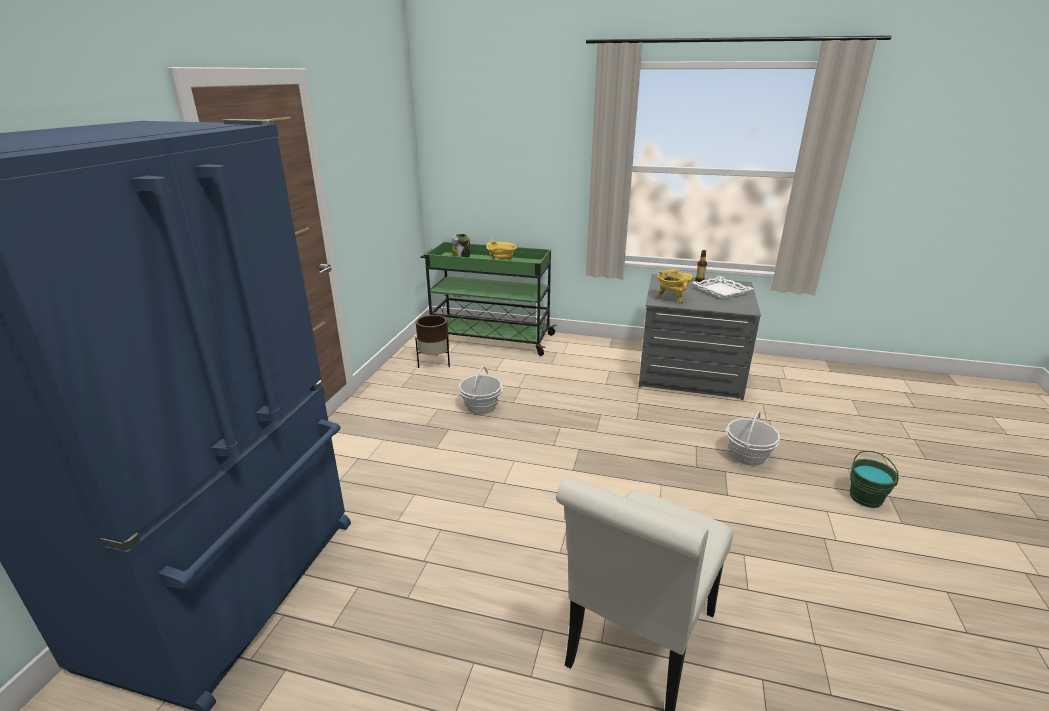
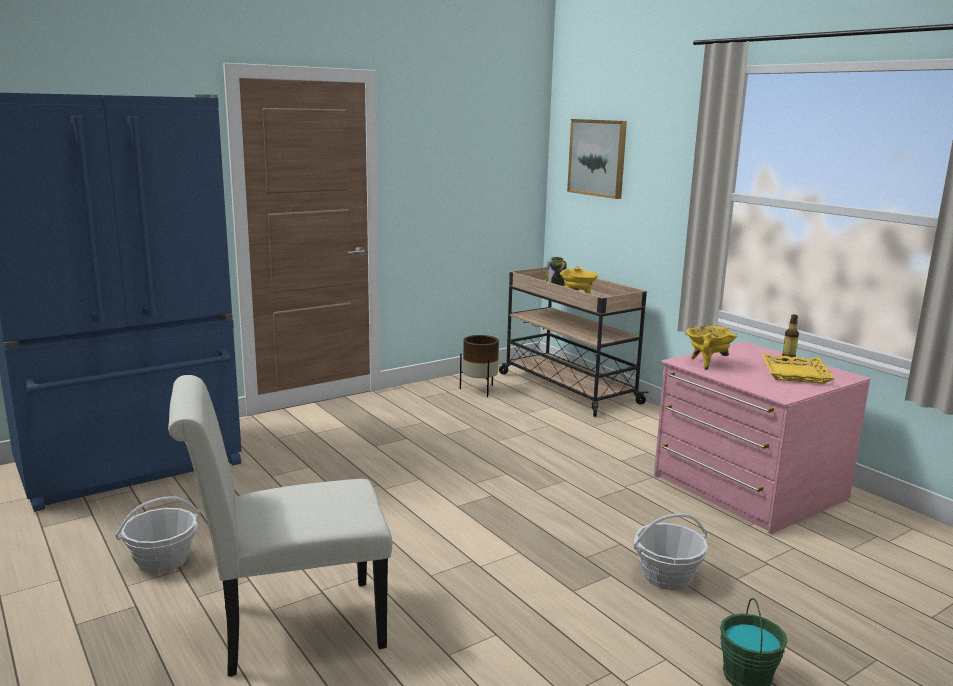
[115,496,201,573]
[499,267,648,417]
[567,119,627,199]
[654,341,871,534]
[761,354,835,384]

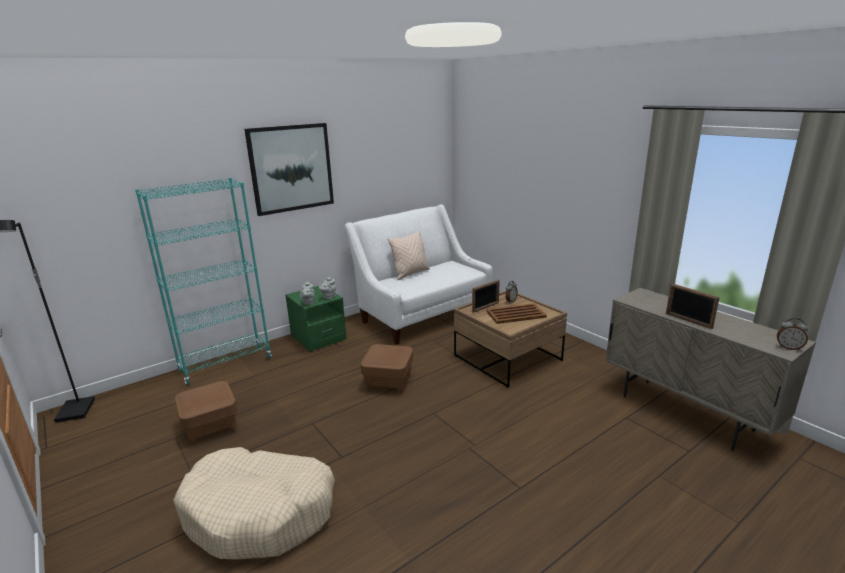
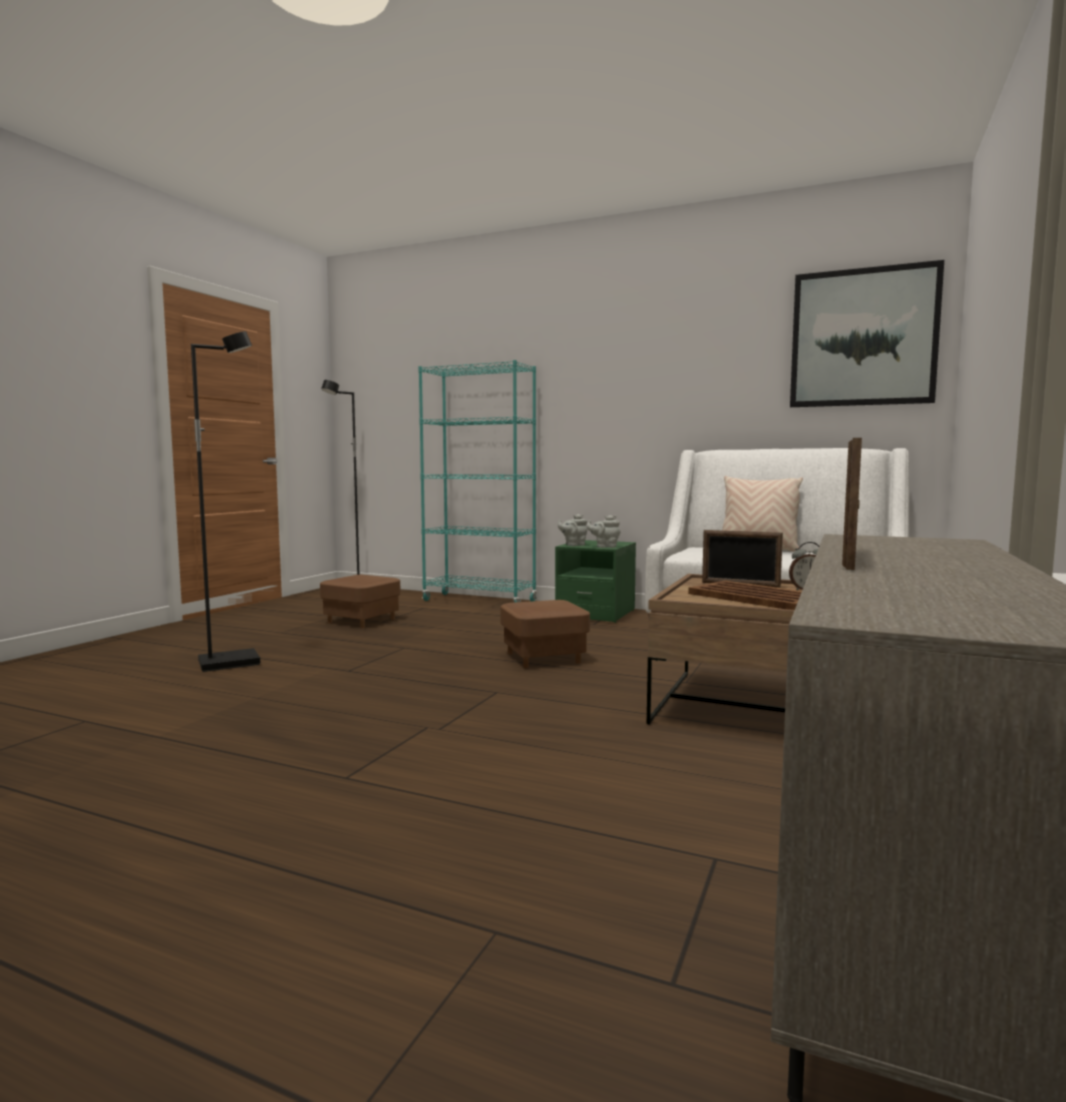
[191,331,260,672]
[790,260,944,407]
[777,318,809,351] (first image)

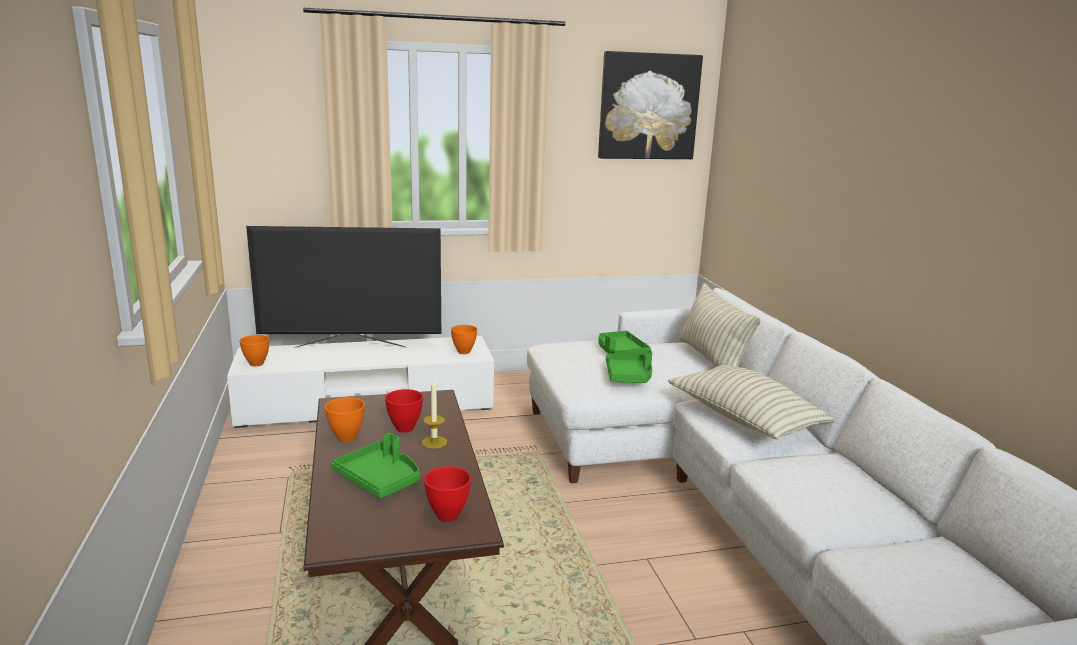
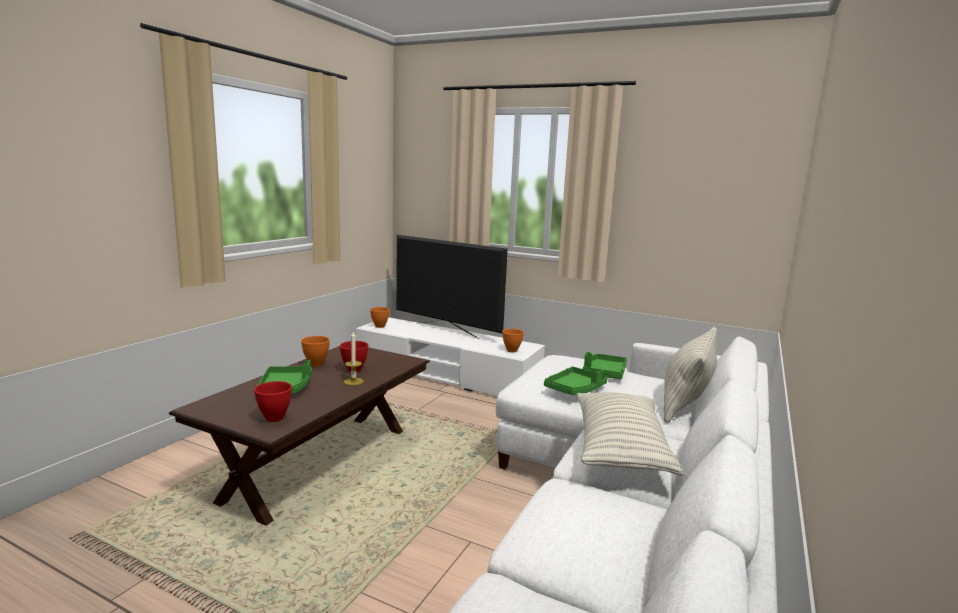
[598,51,703,159] (first image)

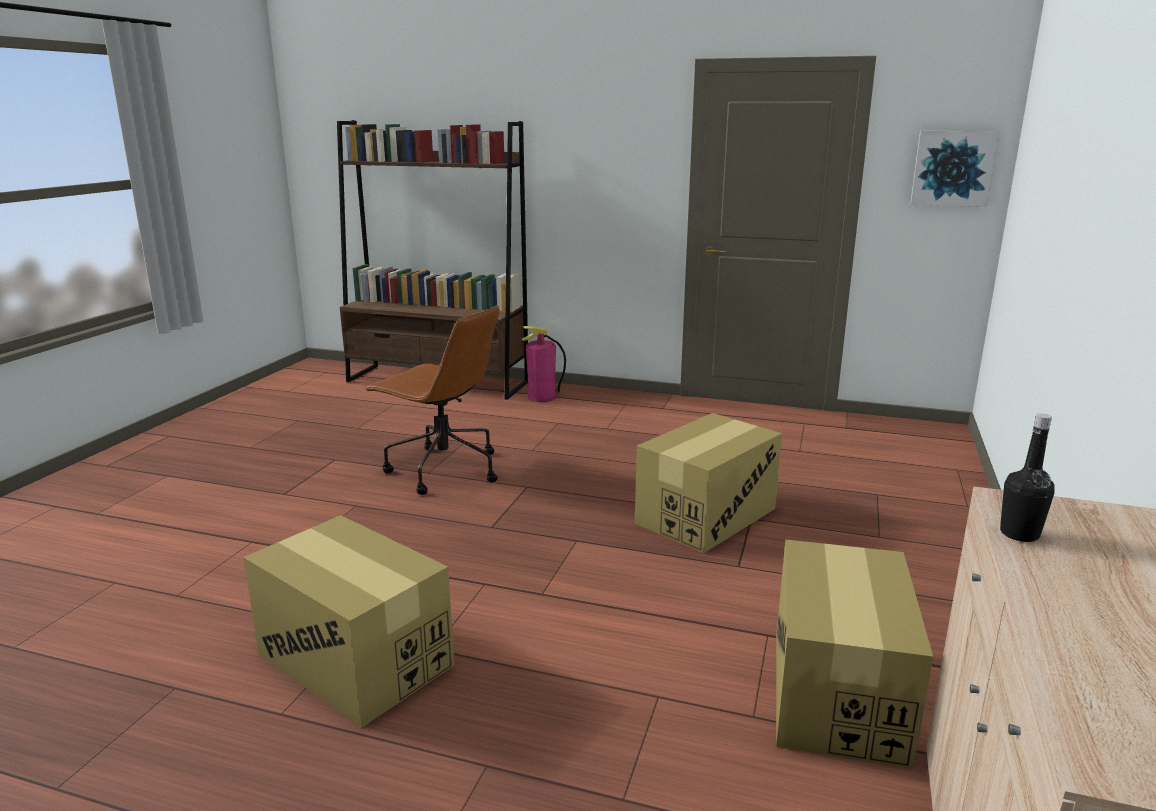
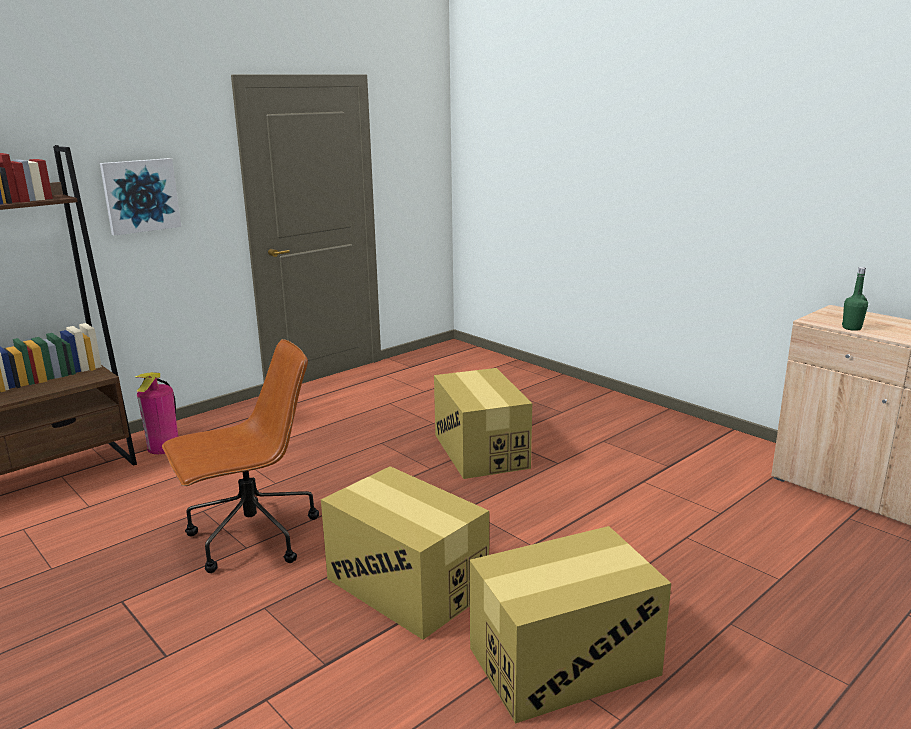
[100,158,181,236]
[321,466,489,640]
[842,267,868,331]

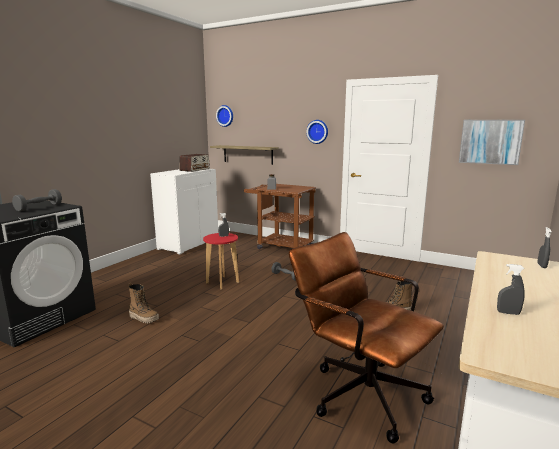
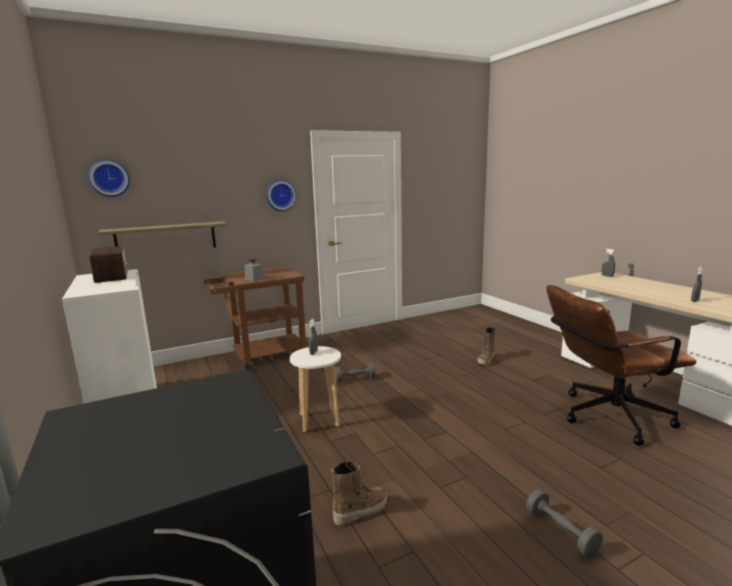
[290,346,341,432]
[526,489,603,557]
[459,120,525,165] (first image)

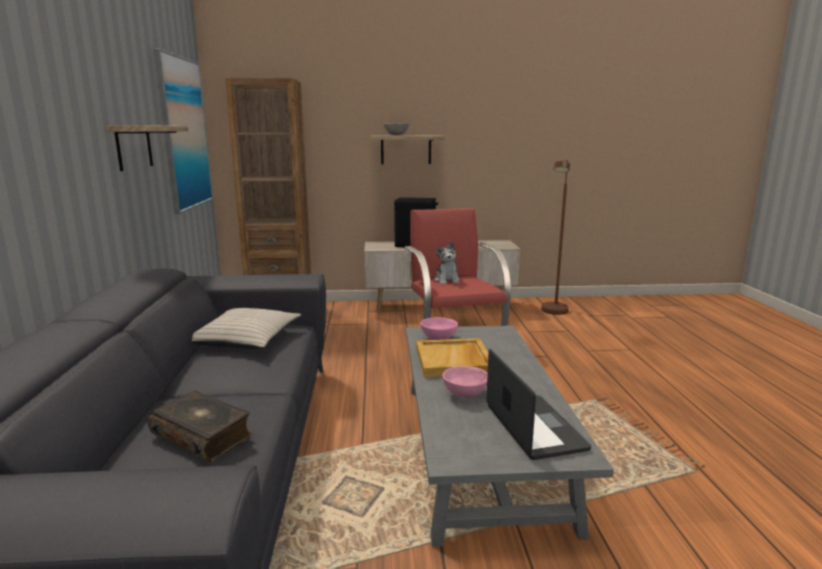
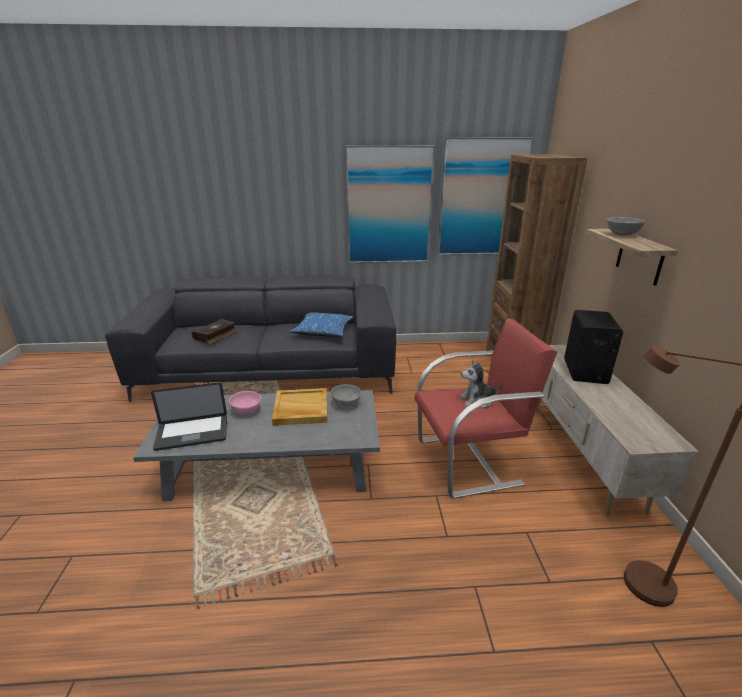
[290,313,353,337]
[331,384,361,407]
[346,145,435,264]

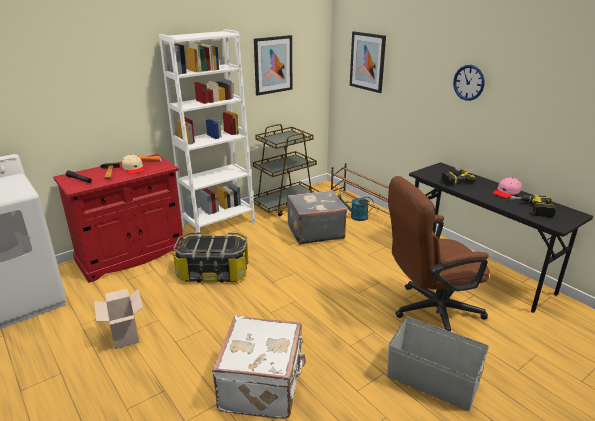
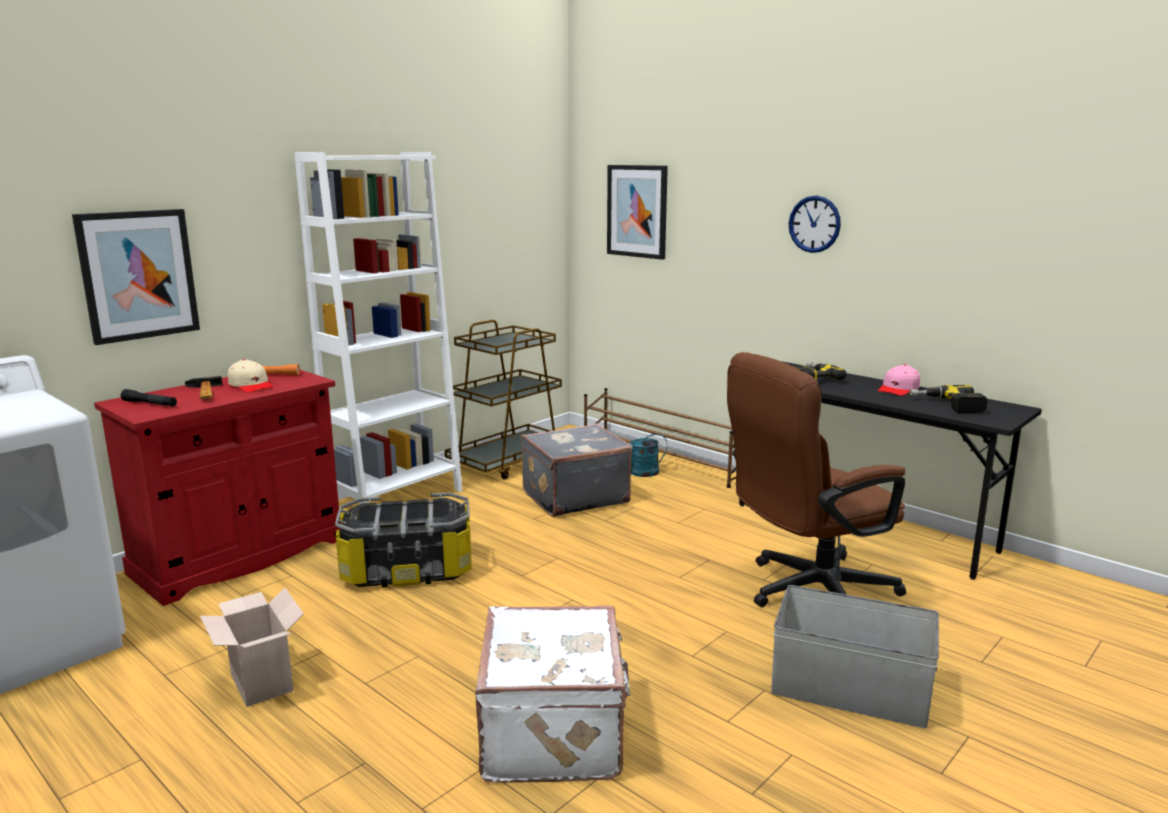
[72,209,200,345]

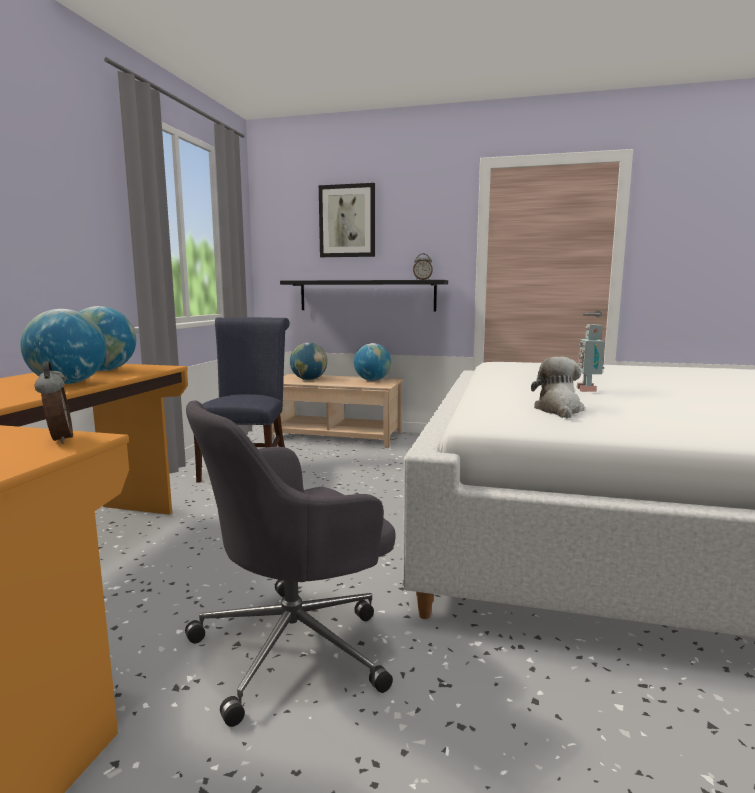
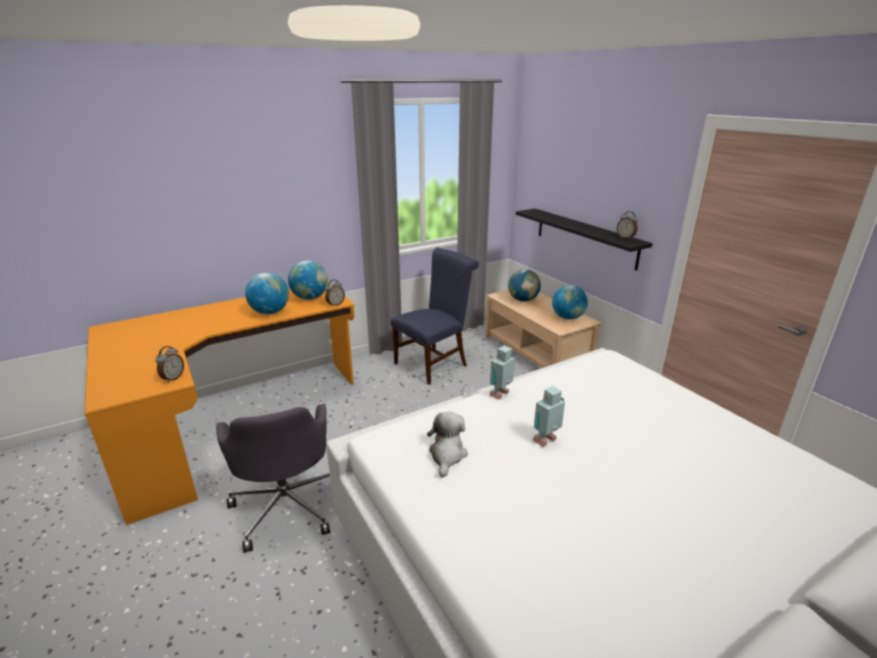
[216,404,330,553]
[325,279,345,307]
[427,412,468,478]
[489,345,515,400]
[319,183,375,257] (first image)

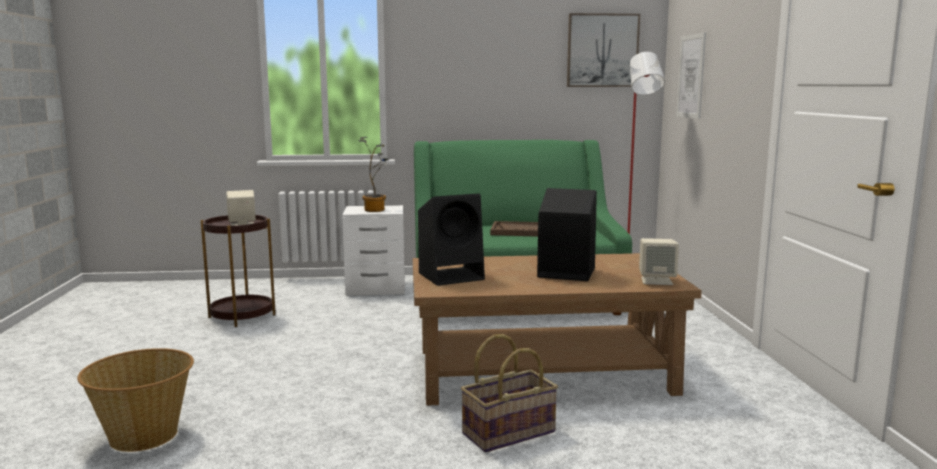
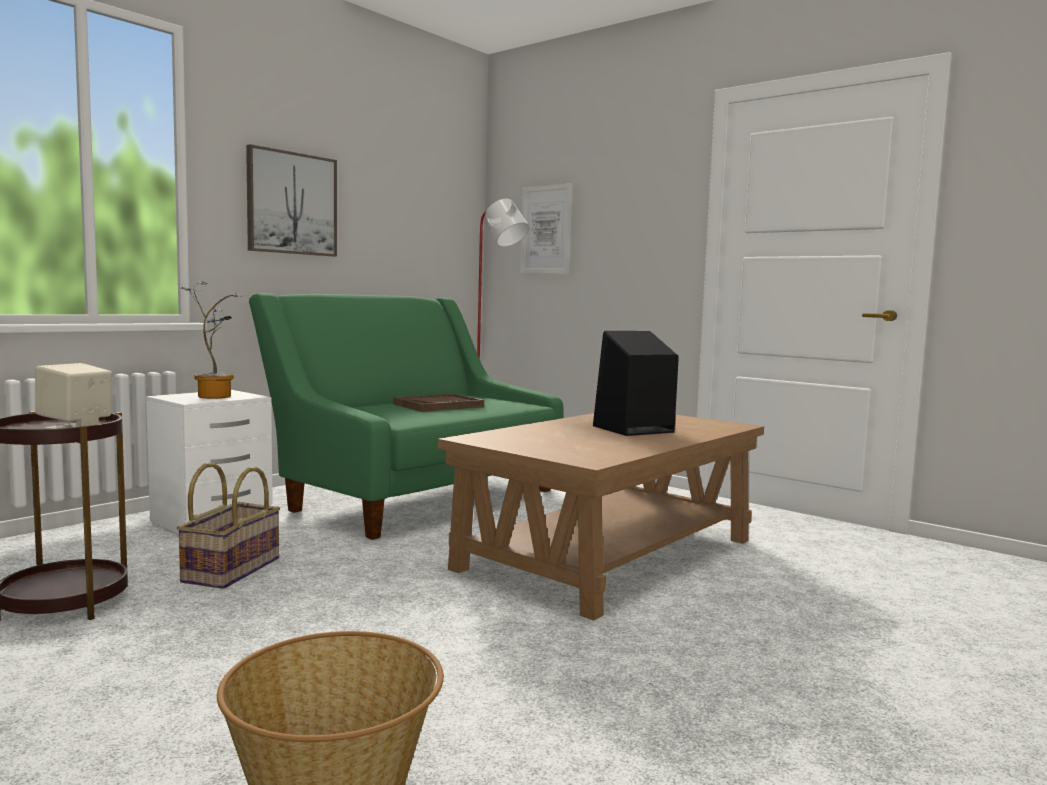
[177,462,280,589]
[246,144,337,256]
[418,194,485,286] (first image)
[639,238,679,285] (first image)

